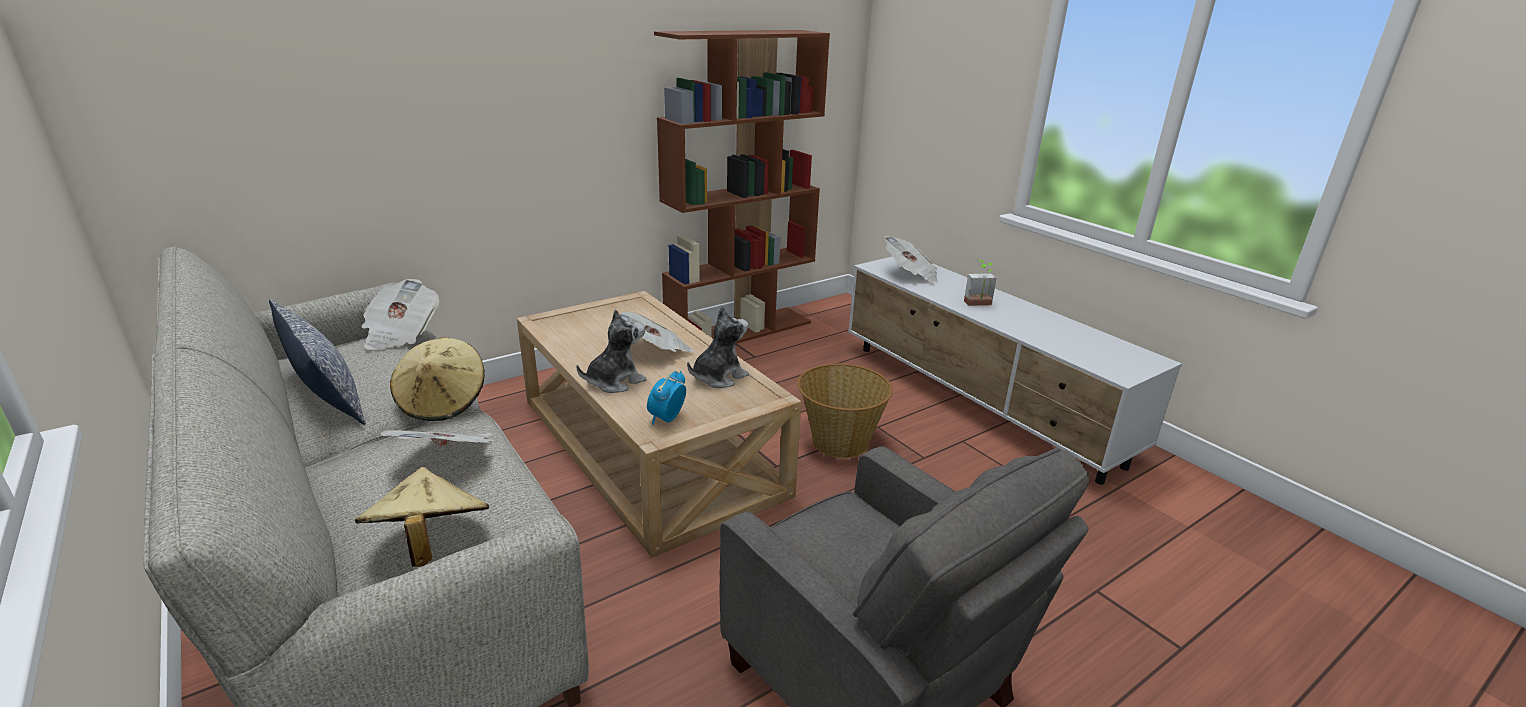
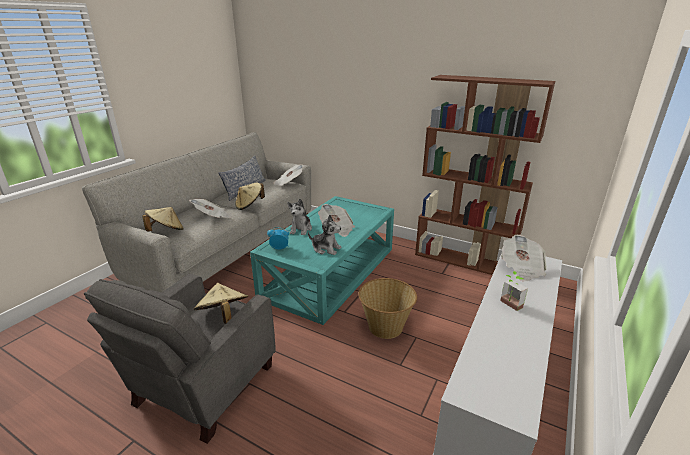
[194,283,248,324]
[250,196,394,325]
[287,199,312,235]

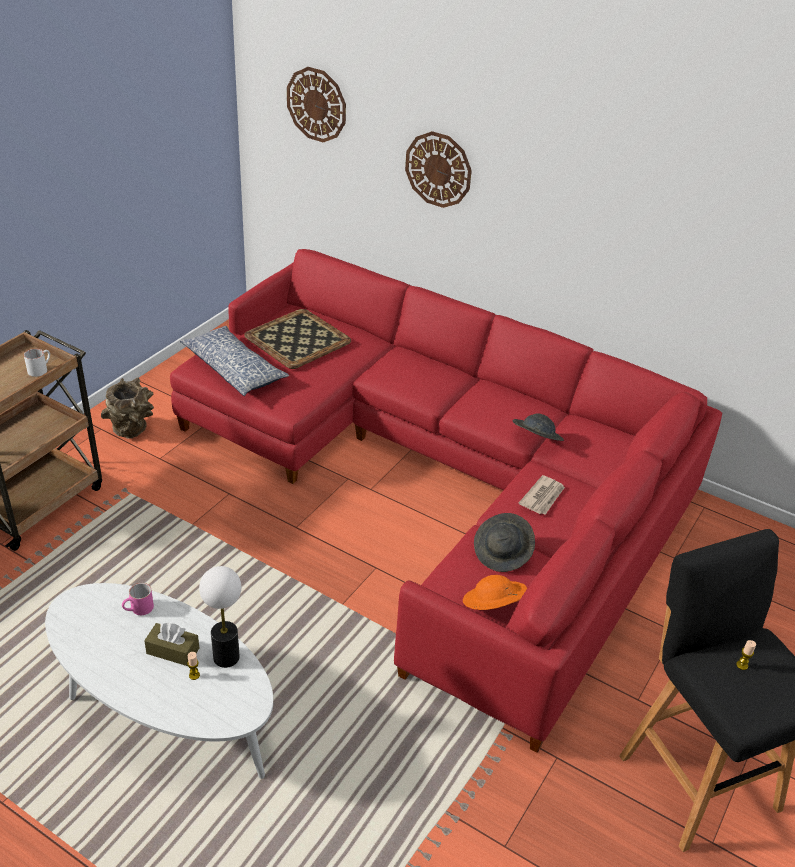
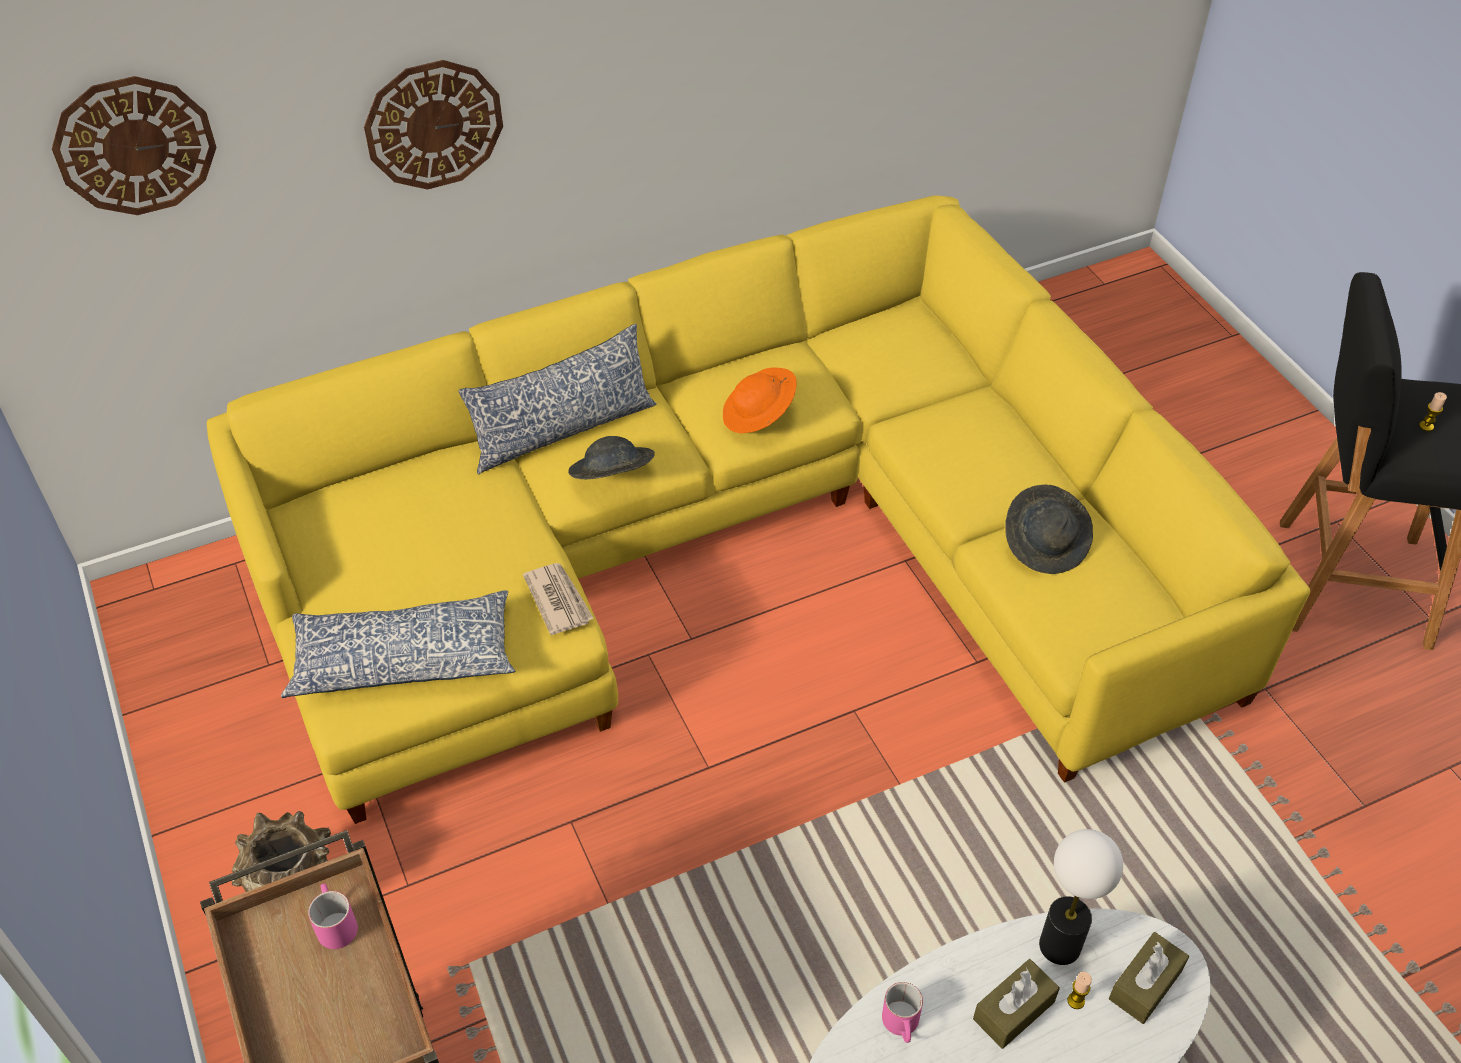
[207,196,1310,824]
[308,883,358,949]
[459,324,656,474]
[523,563,594,635]
[568,436,655,479]
[723,367,797,433]
[1109,932,1189,1024]
[244,309,351,369] (first image)

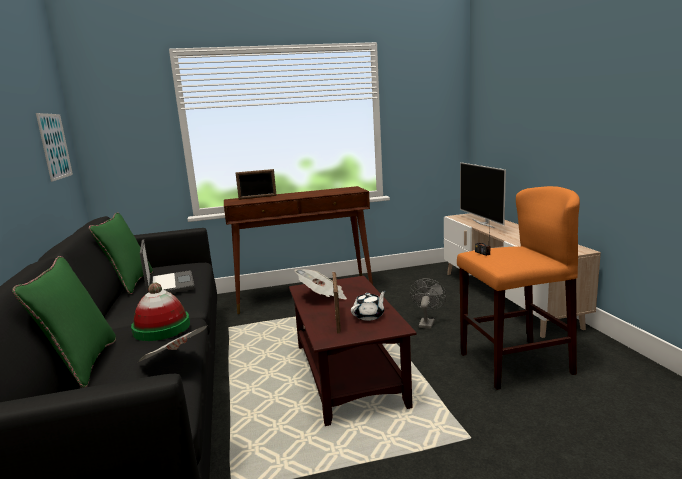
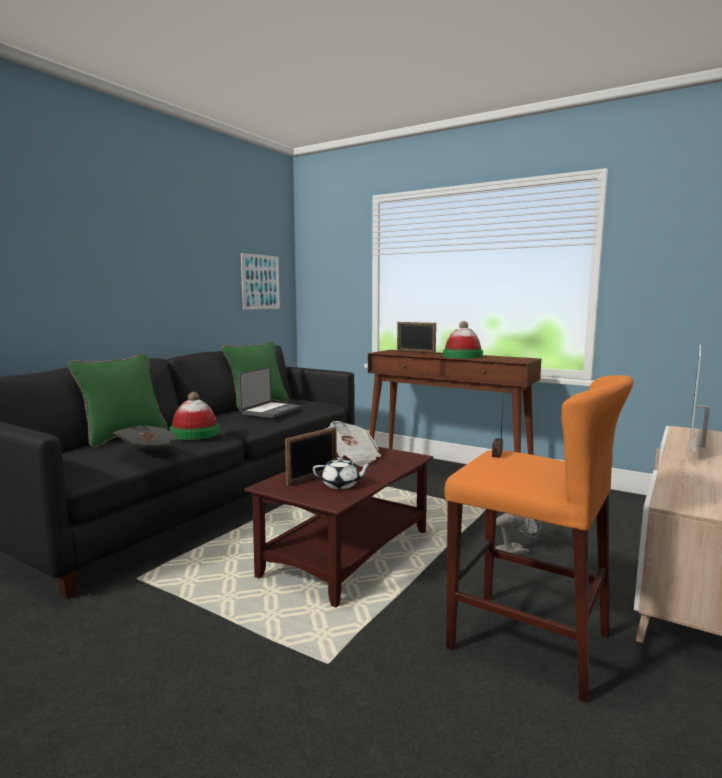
[443,321,483,359]

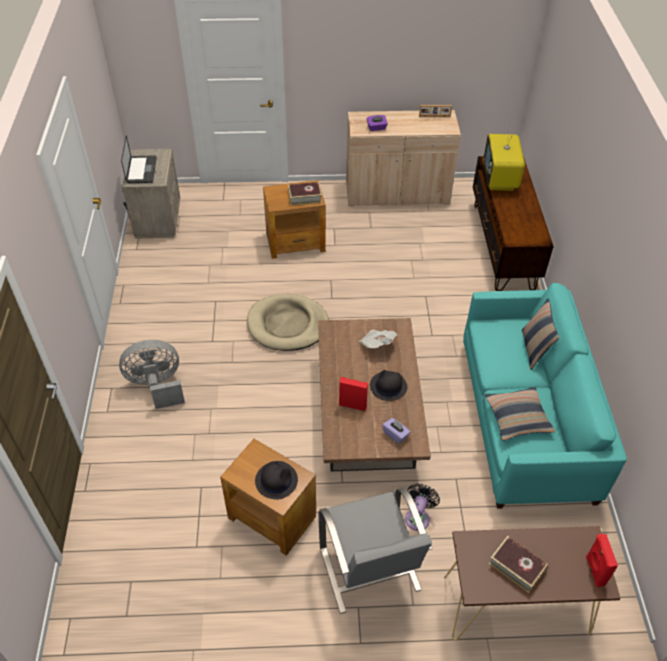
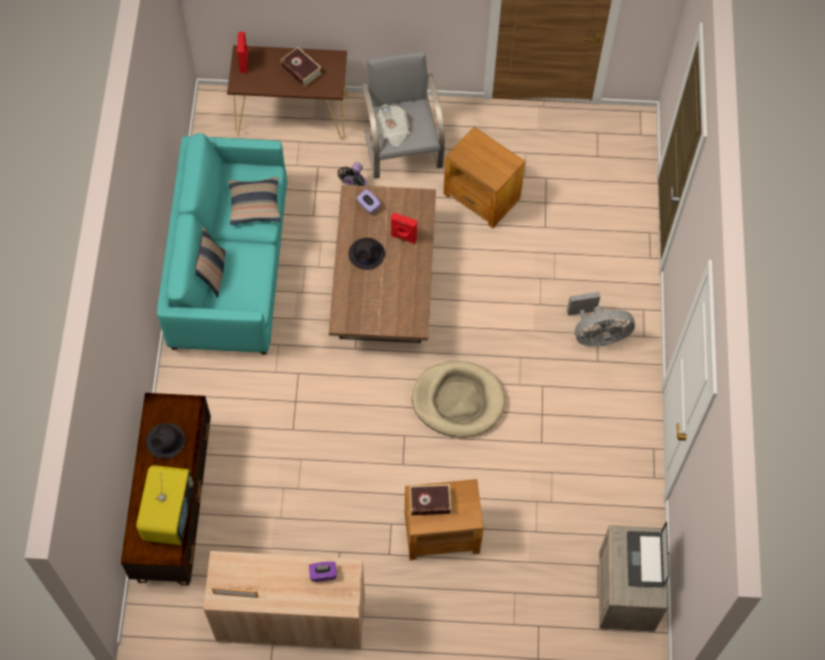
[146,423,185,459]
[375,104,411,147]

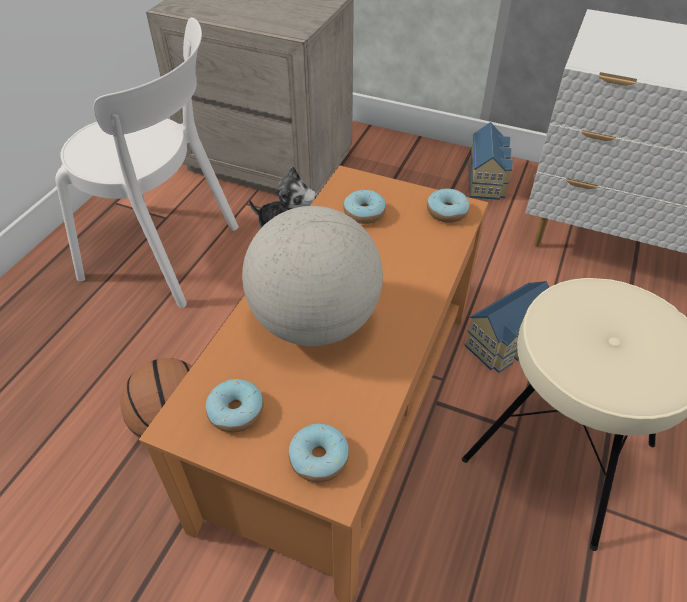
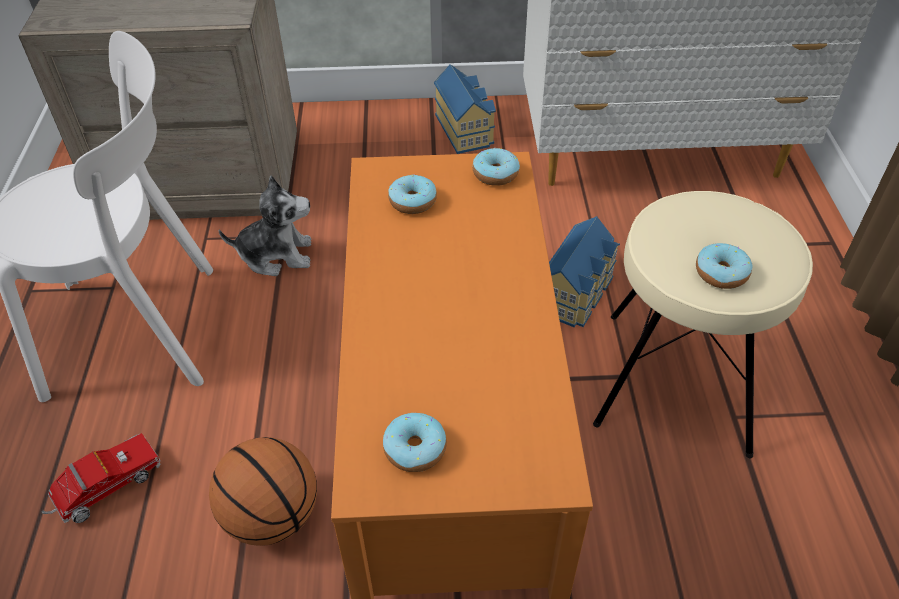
[42,433,160,523]
[696,243,753,289]
[242,206,383,346] (first image)

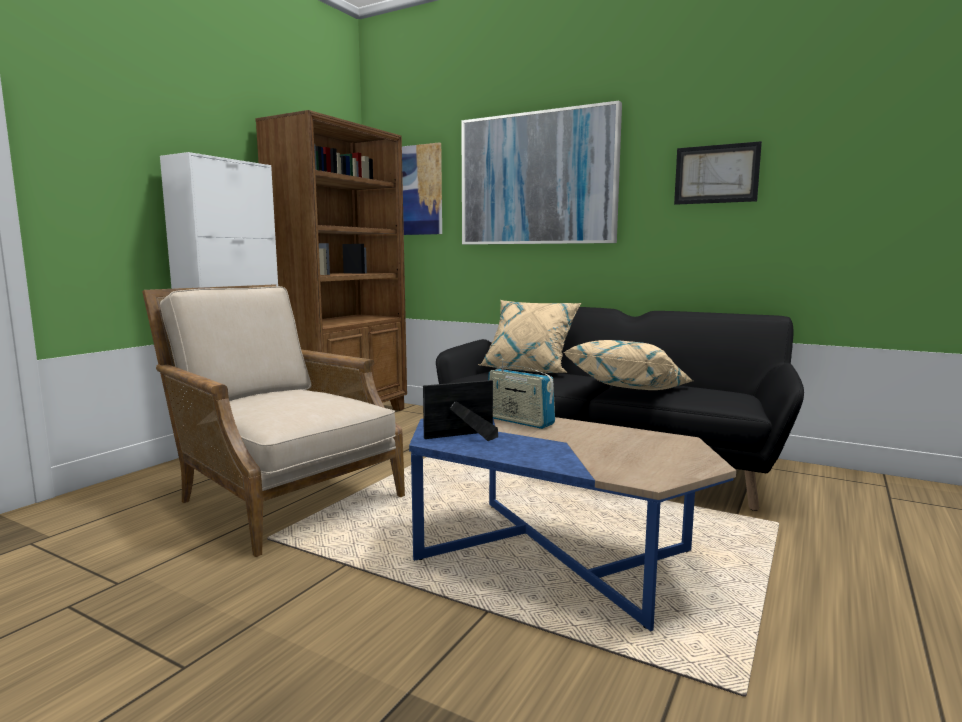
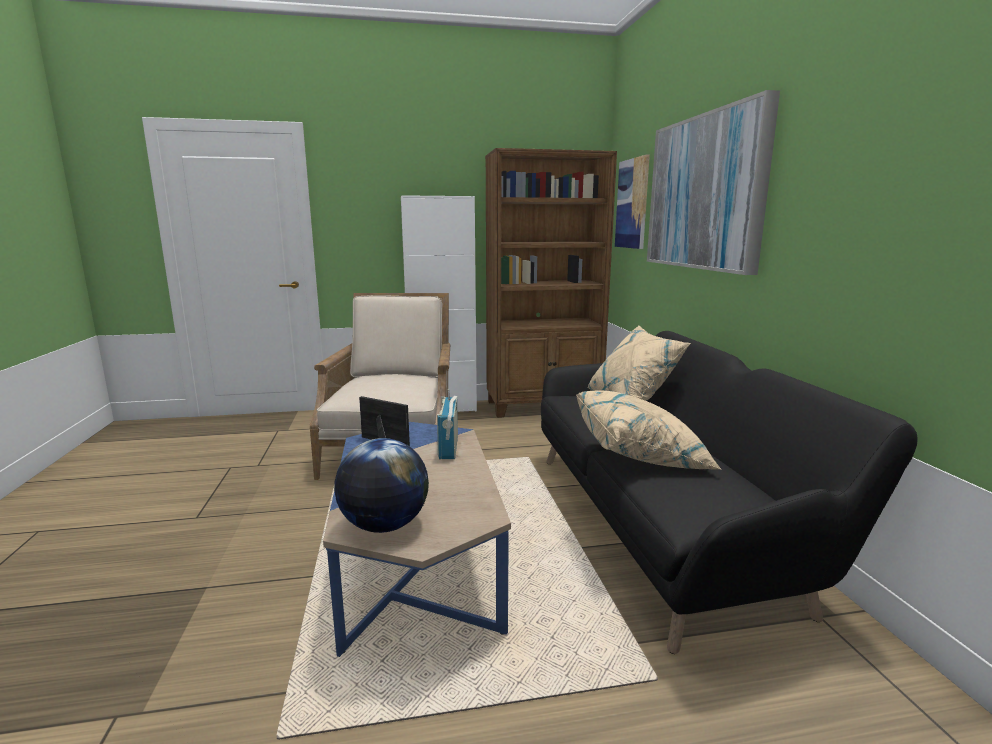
[334,438,429,533]
[674,141,762,205] (first image)

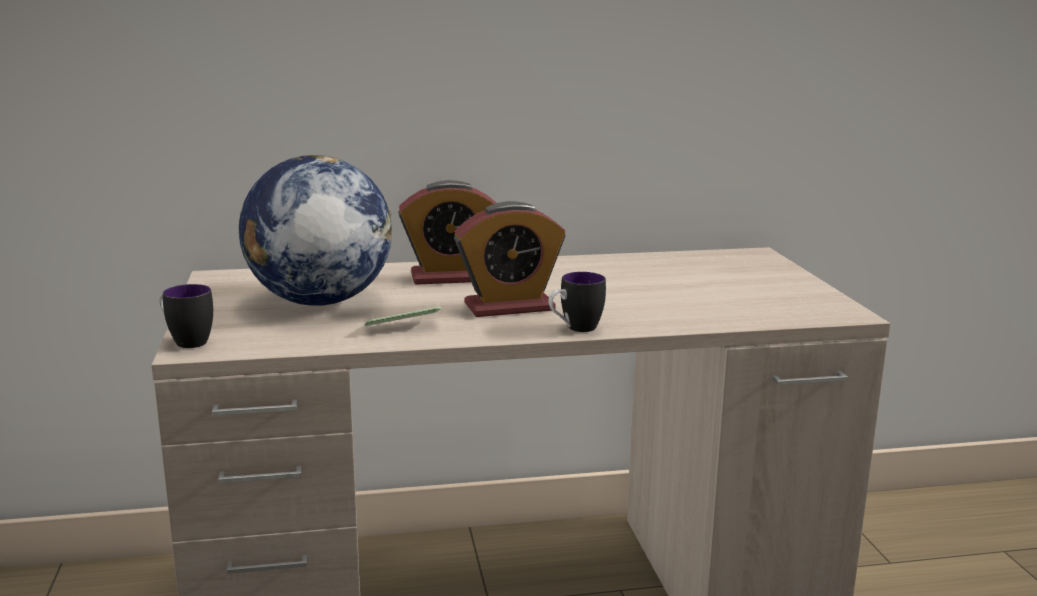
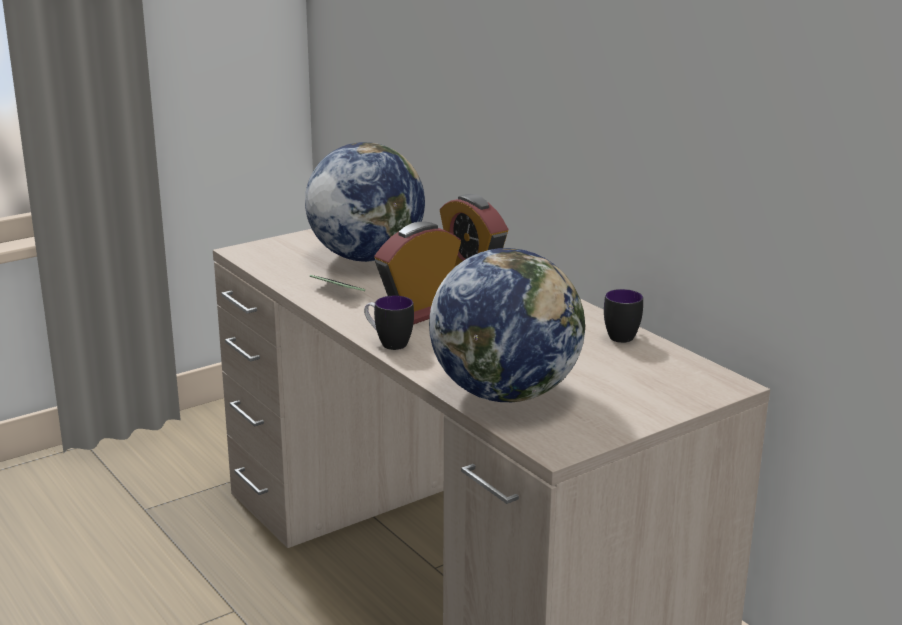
[374,222,461,325]
[429,248,585,402]
[604,289,643,343]

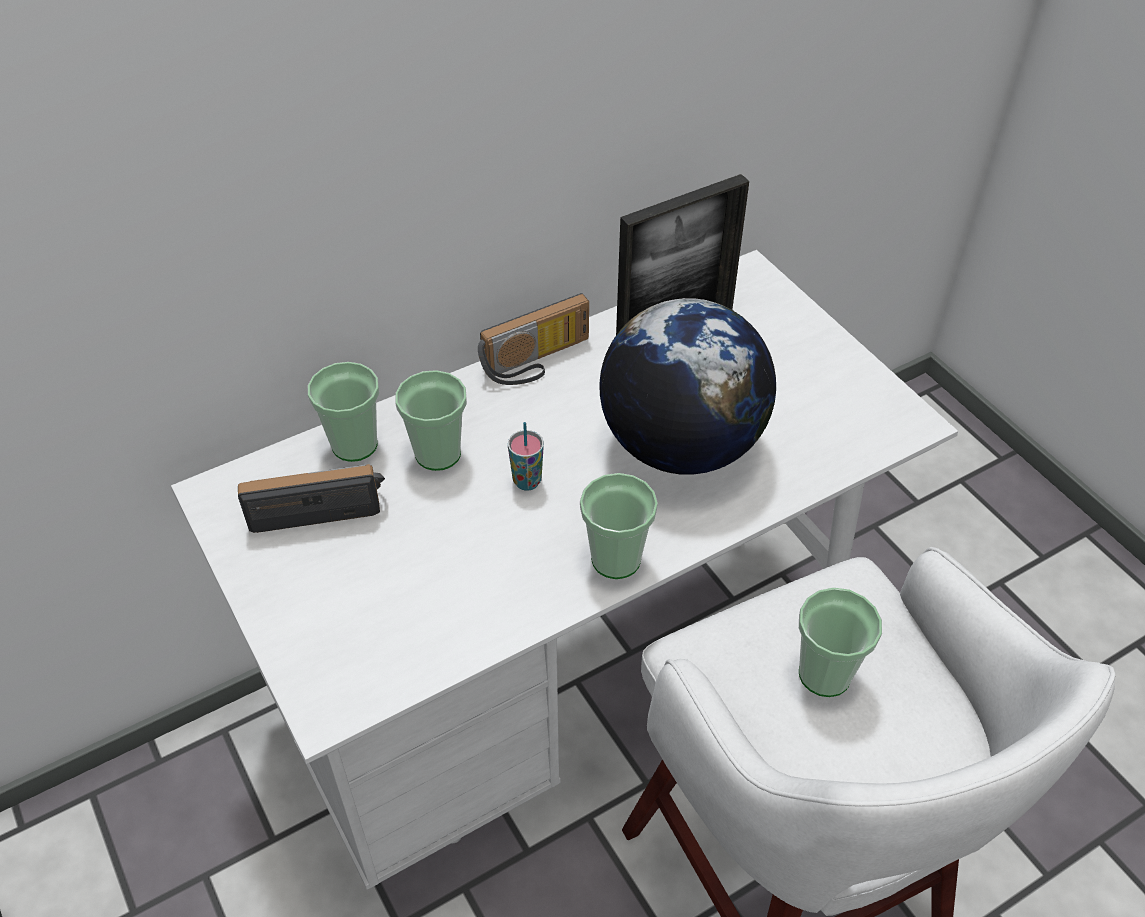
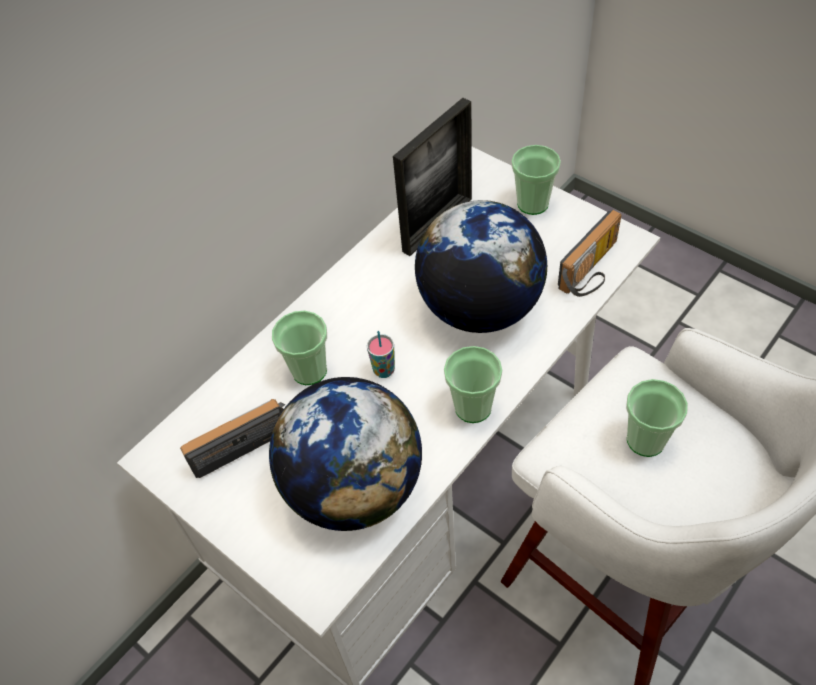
[269,377,422,531]
[511,145,561,215]
[558,209,622,297]

